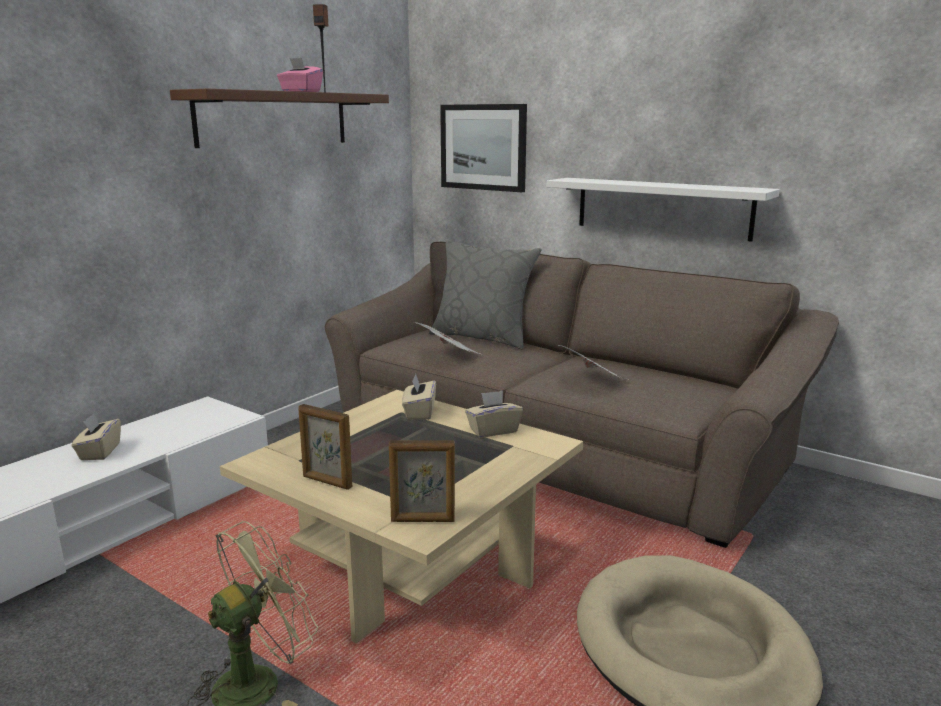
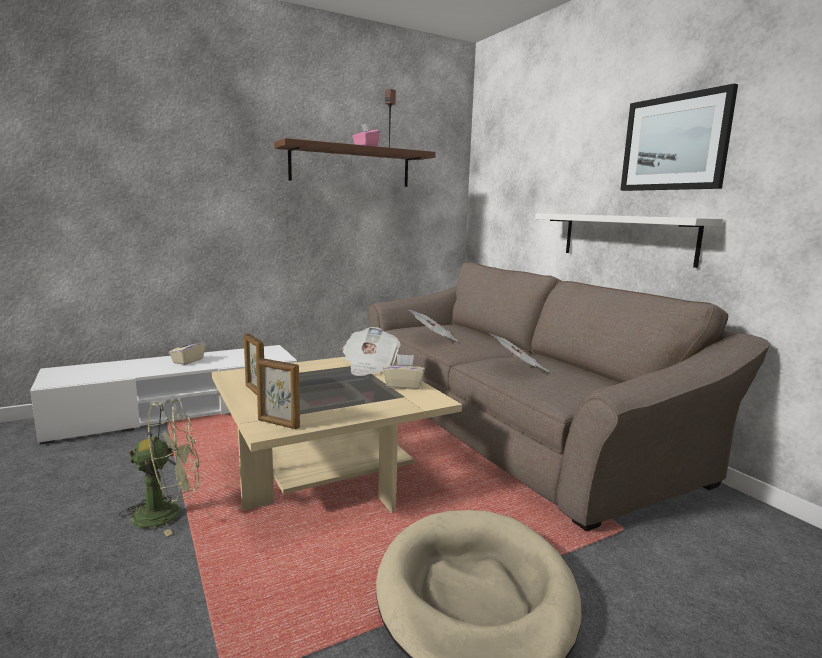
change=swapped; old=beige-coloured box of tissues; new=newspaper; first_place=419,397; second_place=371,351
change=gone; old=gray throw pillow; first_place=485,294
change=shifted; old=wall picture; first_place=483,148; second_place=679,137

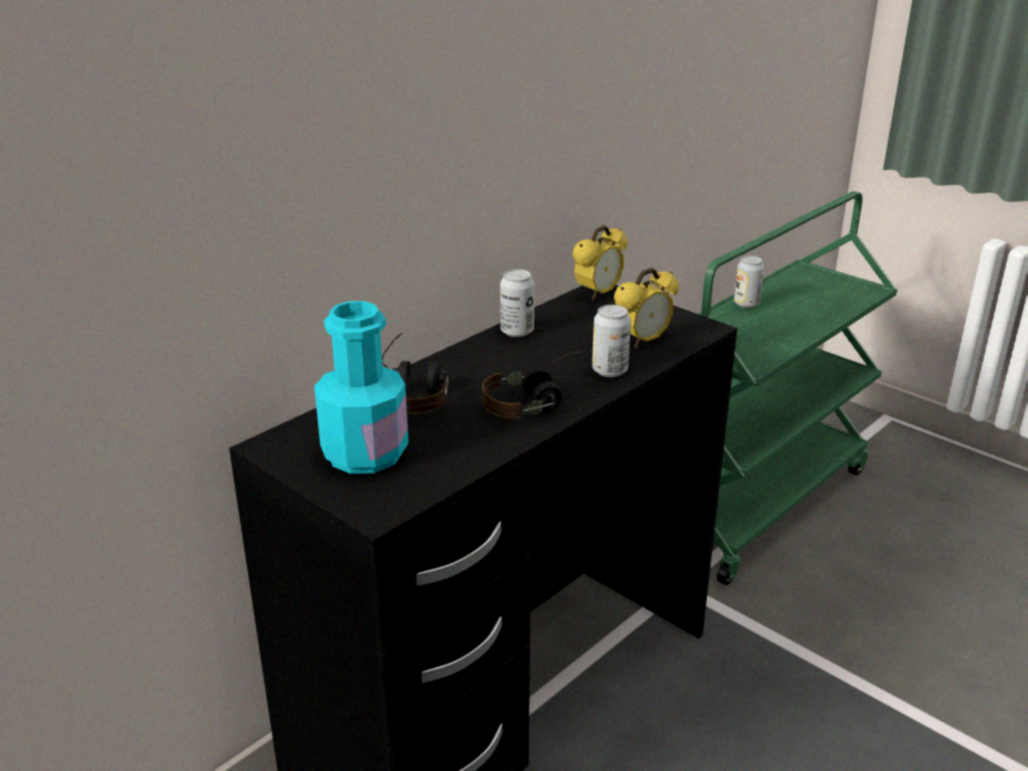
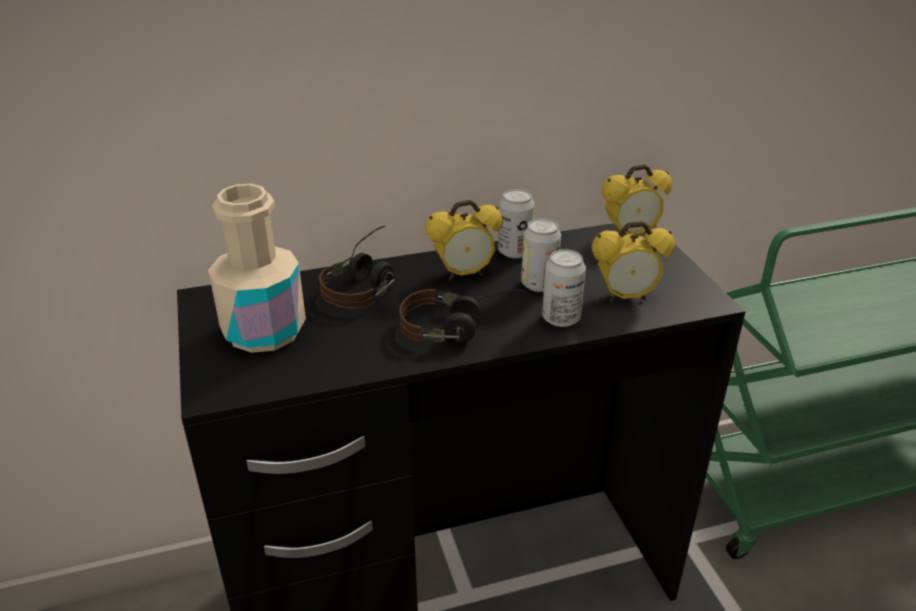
change=repainted; old=turquoise-coloured drink bottle; new=beige-coloured drink bottle; first_place=361,387; second_place=257,268
change=shifted; old=metal can; first_place=749,282; second_place=541,255
change=new; new=bedside clock; second_place=464,240

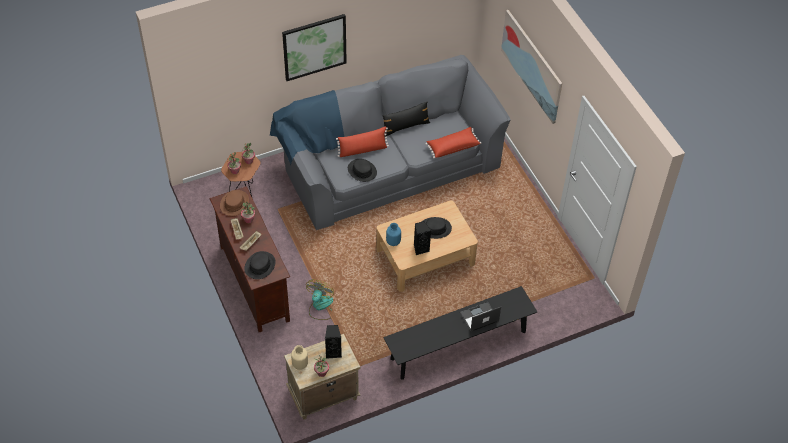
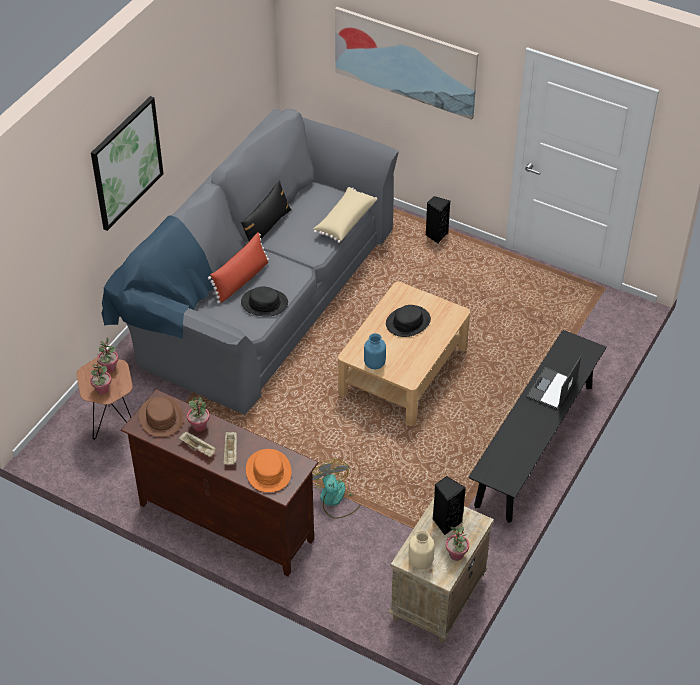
change=repainted; old=black-coloured clothing hat; new=orange clothing hat; first_place=260,265; second_place=268,470
change=shifted; old=black-coloured loudspeaker; first_place=422,238; second_place=438,220
change=repainted; old=red throw pillow; new=beige-coloured throw pillow; first_place=453,142; second_place=345,215

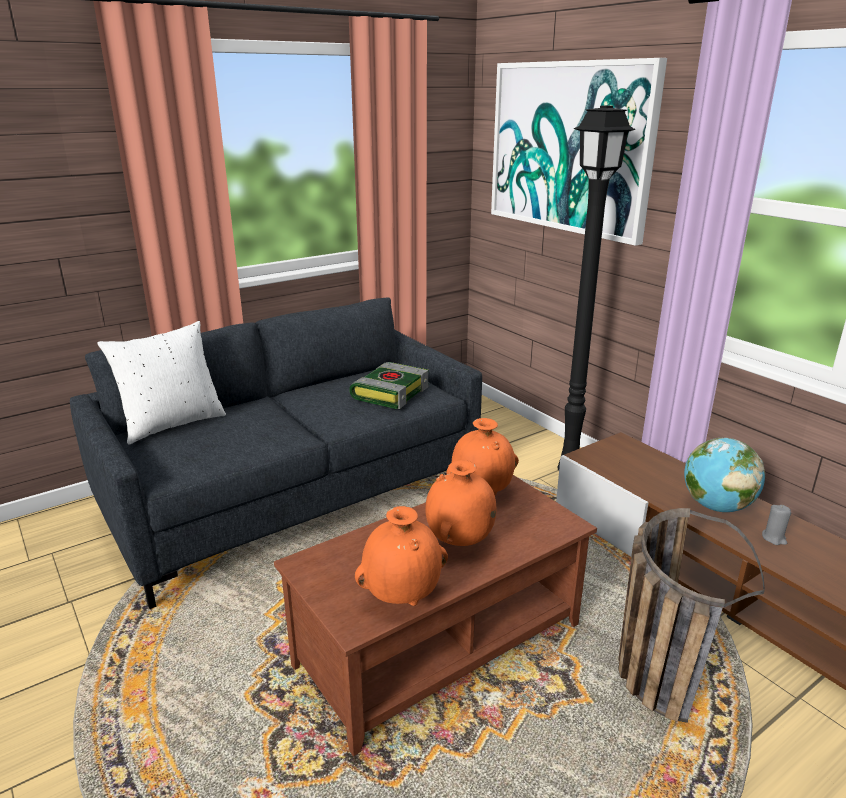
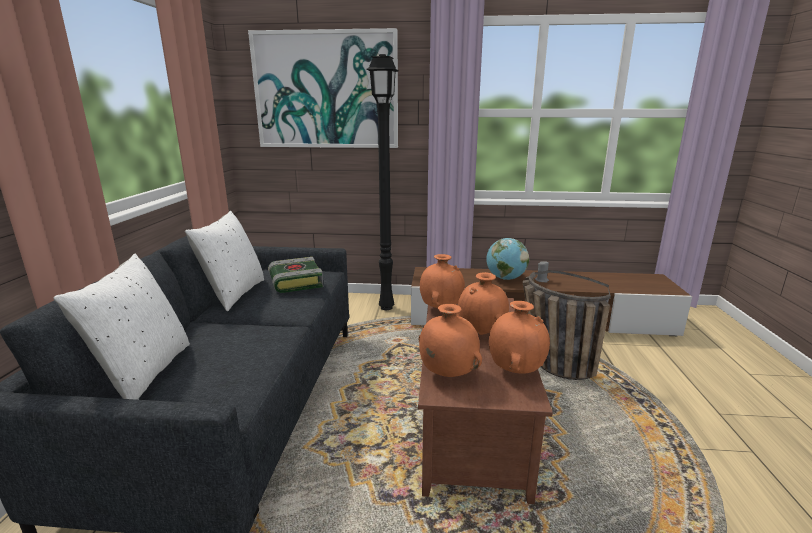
change=new; new=whitish throw pillow; second_place=224,261
change=new; new=orange vase; second_place=450,340

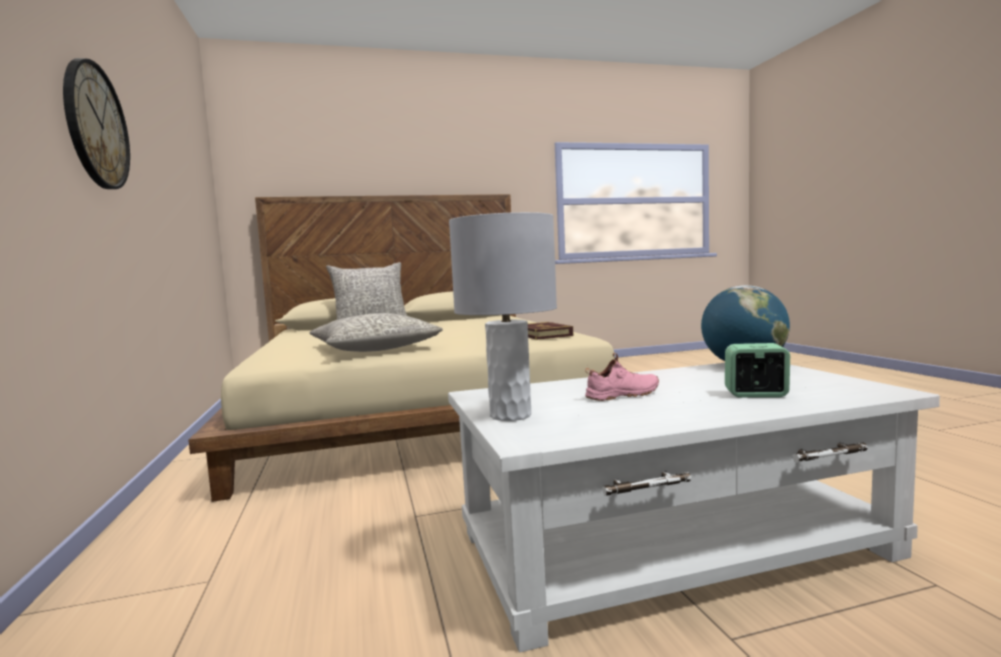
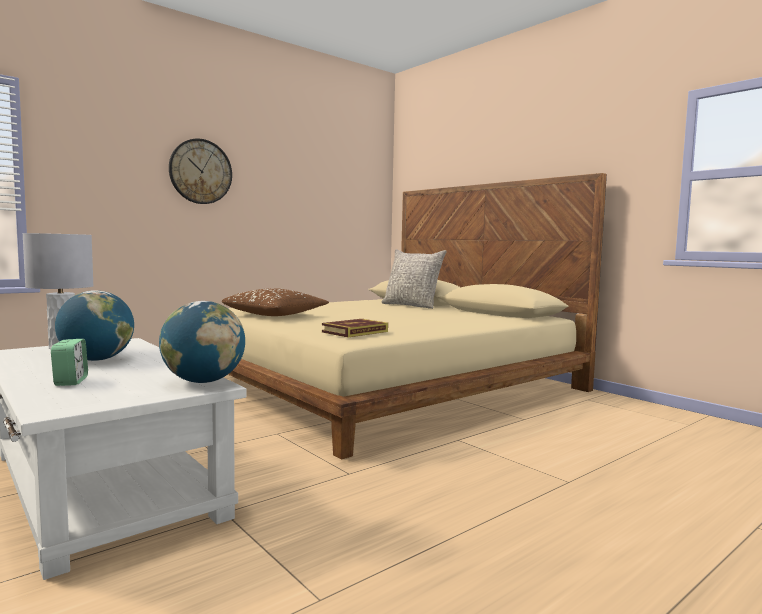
change=repainted; old=gray throw pillow; new=brownish throw pillow; first_place=376,332; second_place=275,302
change=swapped; old=pink-coloured shoe; new=globe; first_place=622,377; second_place=94,325

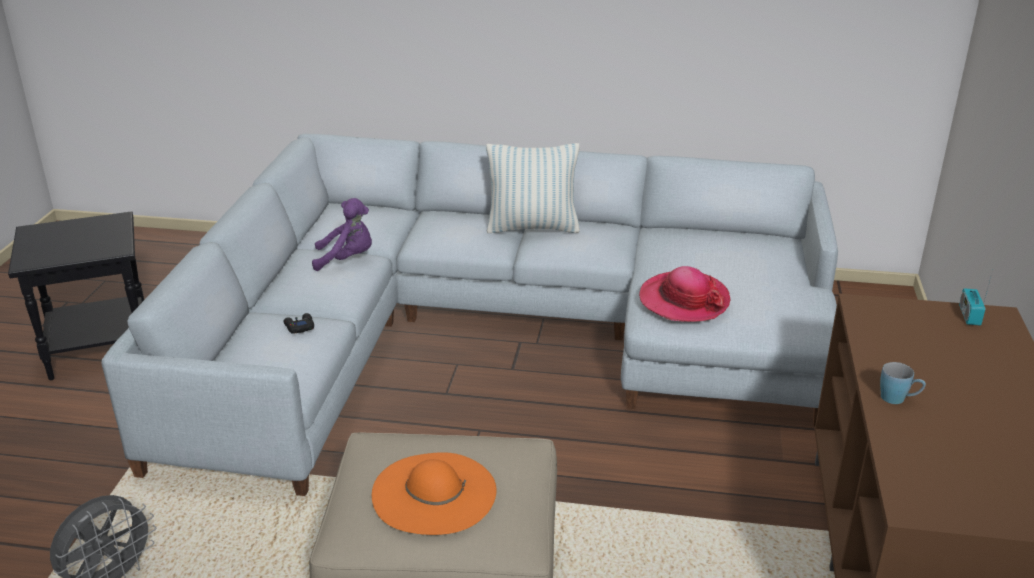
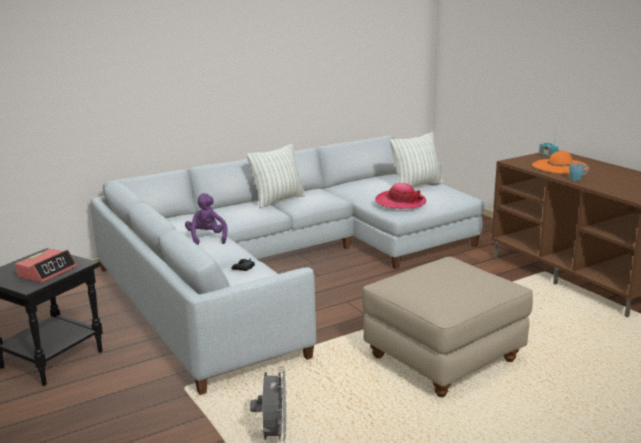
change=rotated; old=purple cuddly toy; first_place=342,234; second_place=206,219; degrees=-60
change=shifted; old=orange clothing hat; first_place=434,493; second_place=560,162
change=new; new=bedside clock; second_place=46,266
change=new; new=throw pillow; second_place=416,159

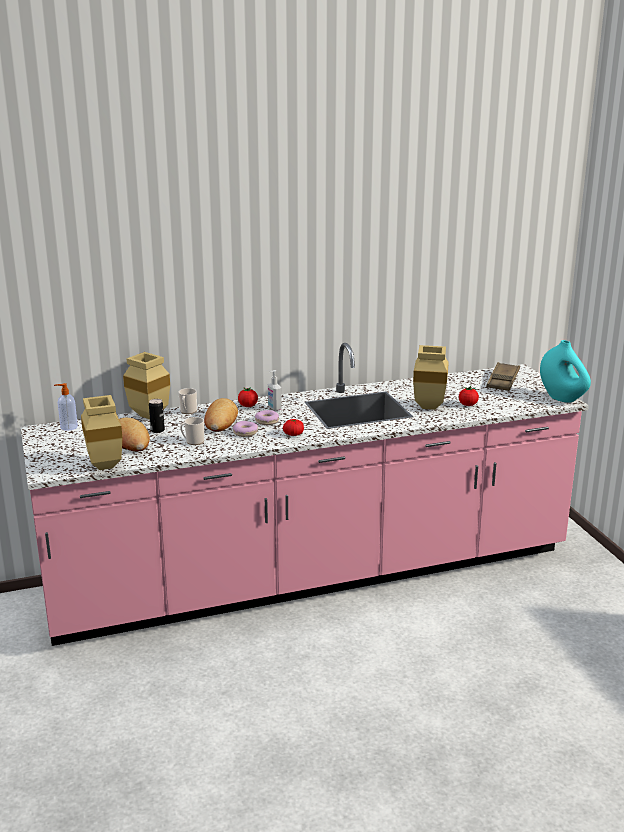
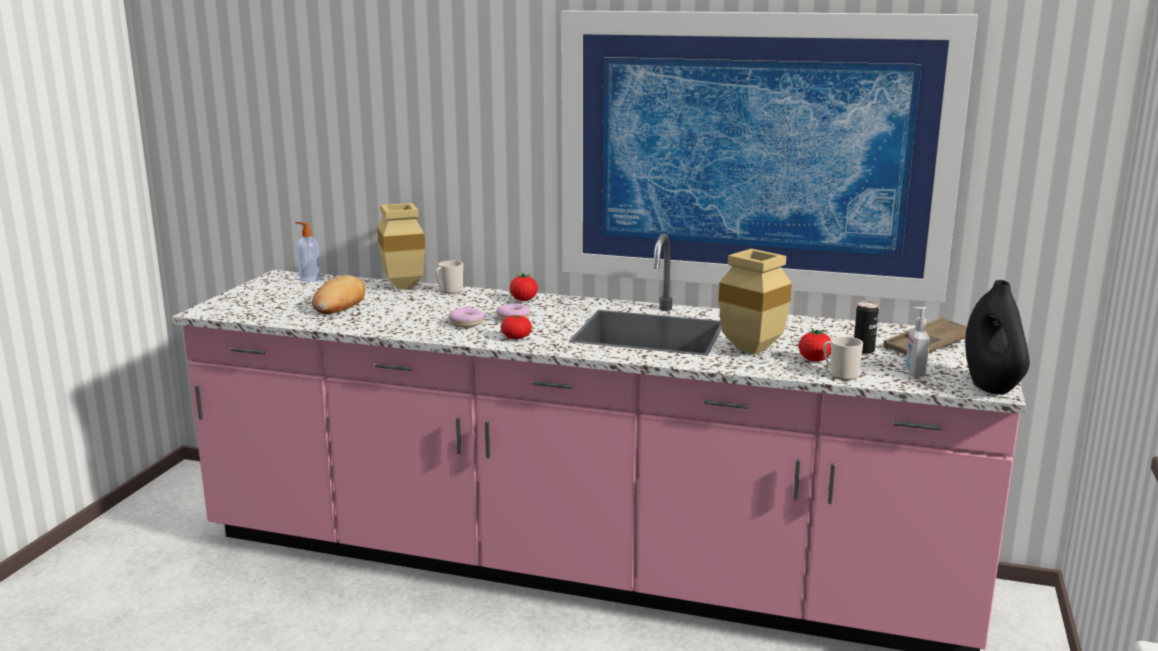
change=gone; old=beige-coloured vase; first_place=101,432
change=shifted; old=metal can; first_place=157,416; second_place=866,328
change=shifted; old=tea mug; first_place=192,431; second_place=843,358
change=gone; old=bakery bread; first_place=221,415
change=shifted; old=liquid soap bottle; first_place=275,390; second_place=918,342
change=repainted; old=turquoise-coloured vase; new=black-coloured vase; first_place=565,371; second_place=997,337
change=new; new=wall picture; second_place=769,157

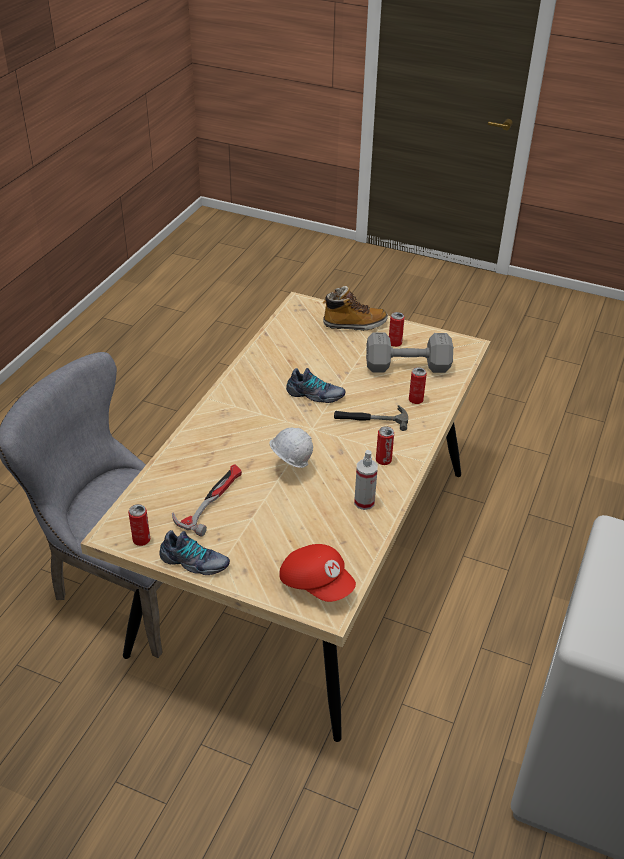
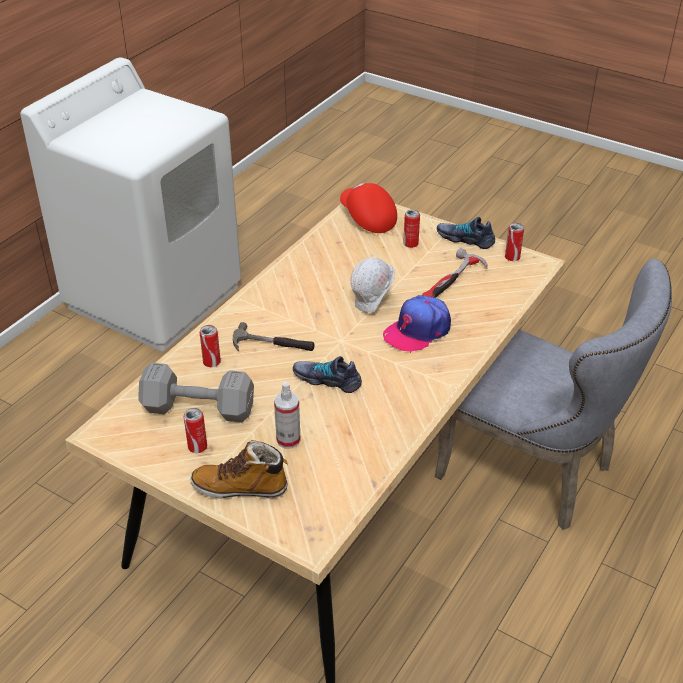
change=shifted; old=hand sprayer; first_place=366,480; second_place=287,415
change=shifted; old=metal can; first_place=385,445; second_place=411,229
change=new; new=cap; second_place=417,324

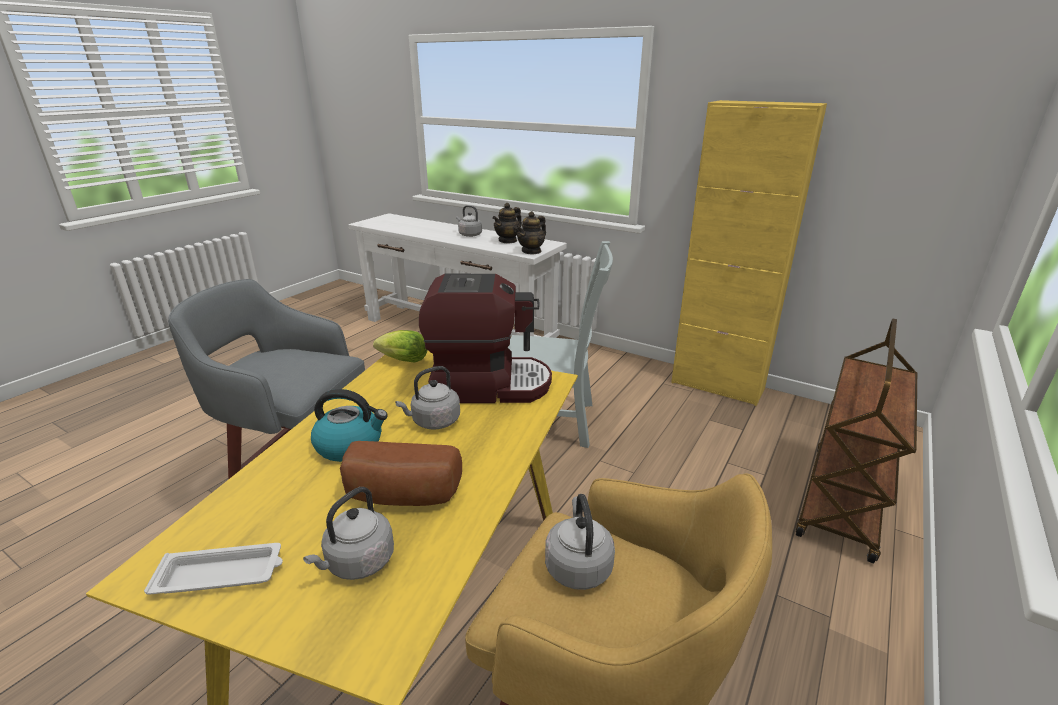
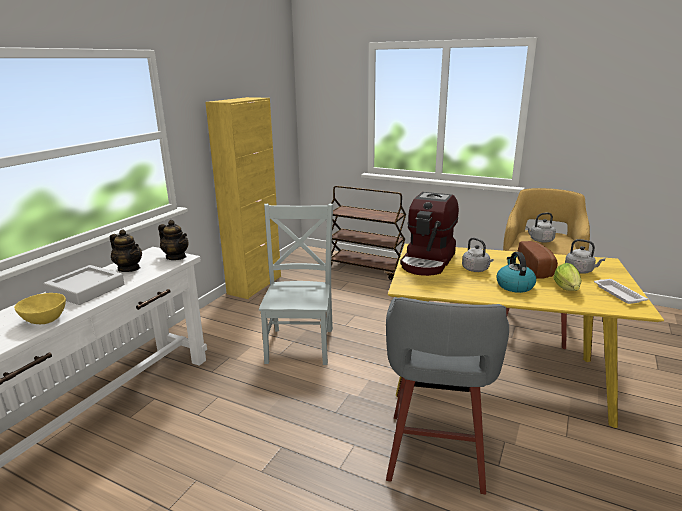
change=shifted; old=head of lettuce; first_place=400,346; second_place=567,277
change=rotated; old=coffee brewer; first_place=485,338; second_place=429,234; degrees=-150
change=swapped; old=gray tea kettle; new=gray tray; first_place=469,221; second_place=84,285
change=new; new=yellow deep dish; second_place=40,308

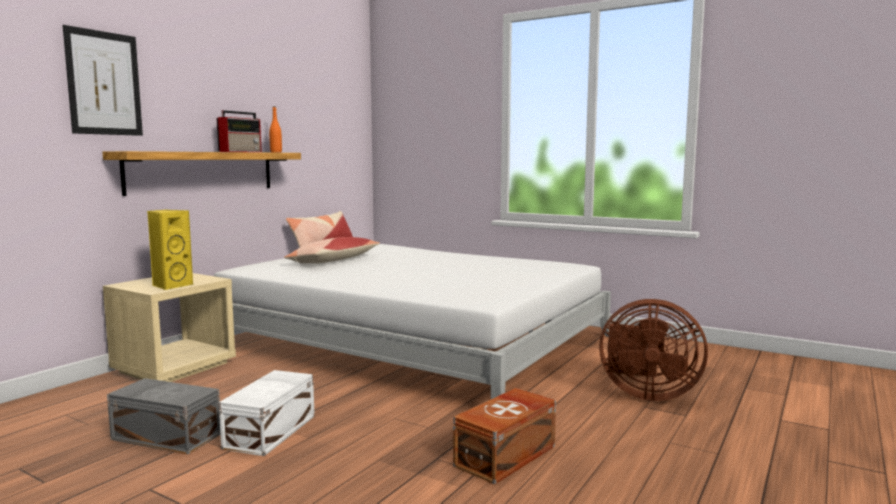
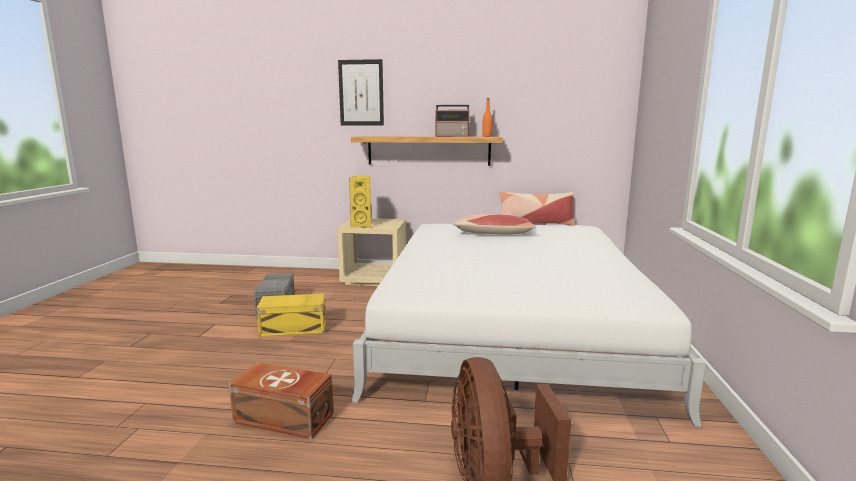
change=repainted; old=whitish storage container; new=yellow storage container; first_place=267,413; second_place=291,315

